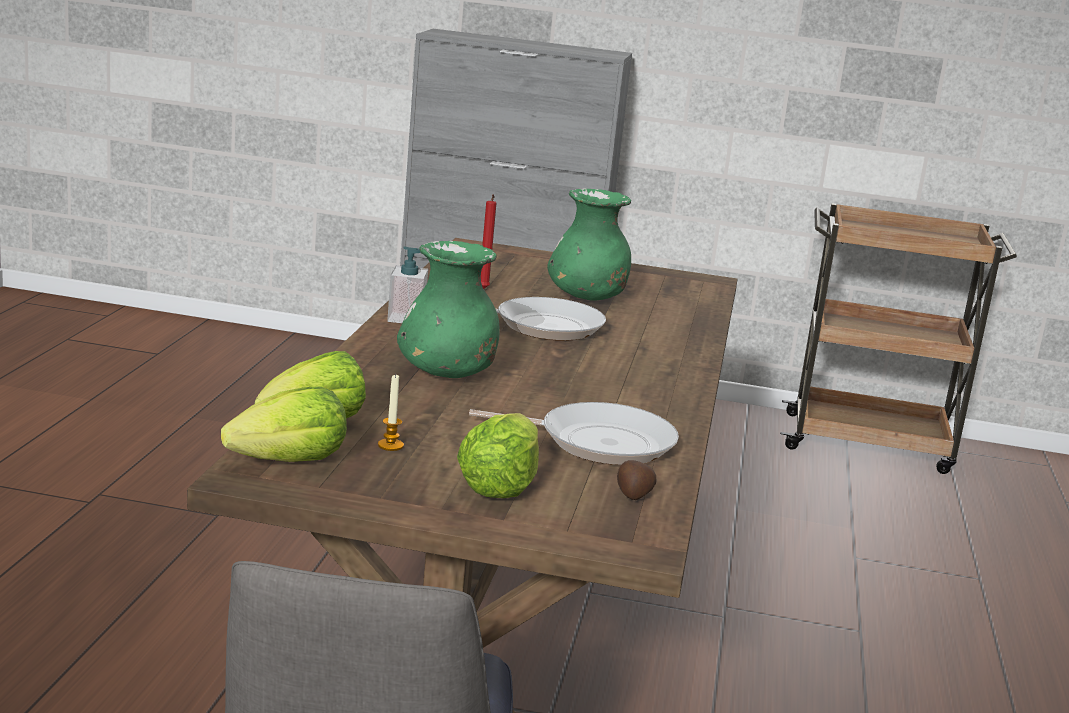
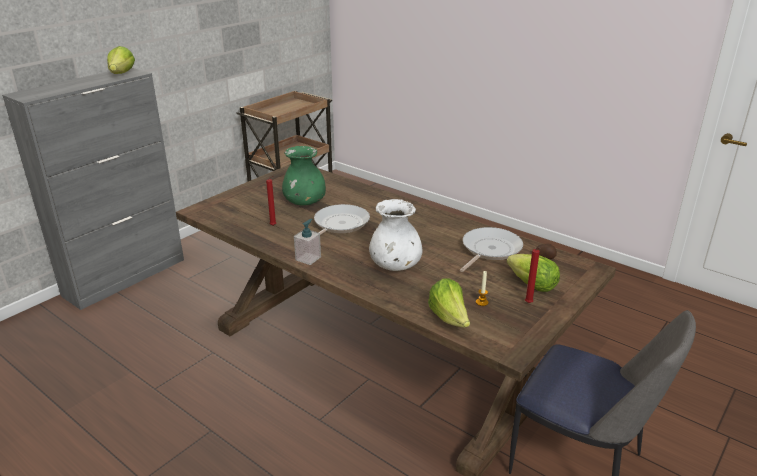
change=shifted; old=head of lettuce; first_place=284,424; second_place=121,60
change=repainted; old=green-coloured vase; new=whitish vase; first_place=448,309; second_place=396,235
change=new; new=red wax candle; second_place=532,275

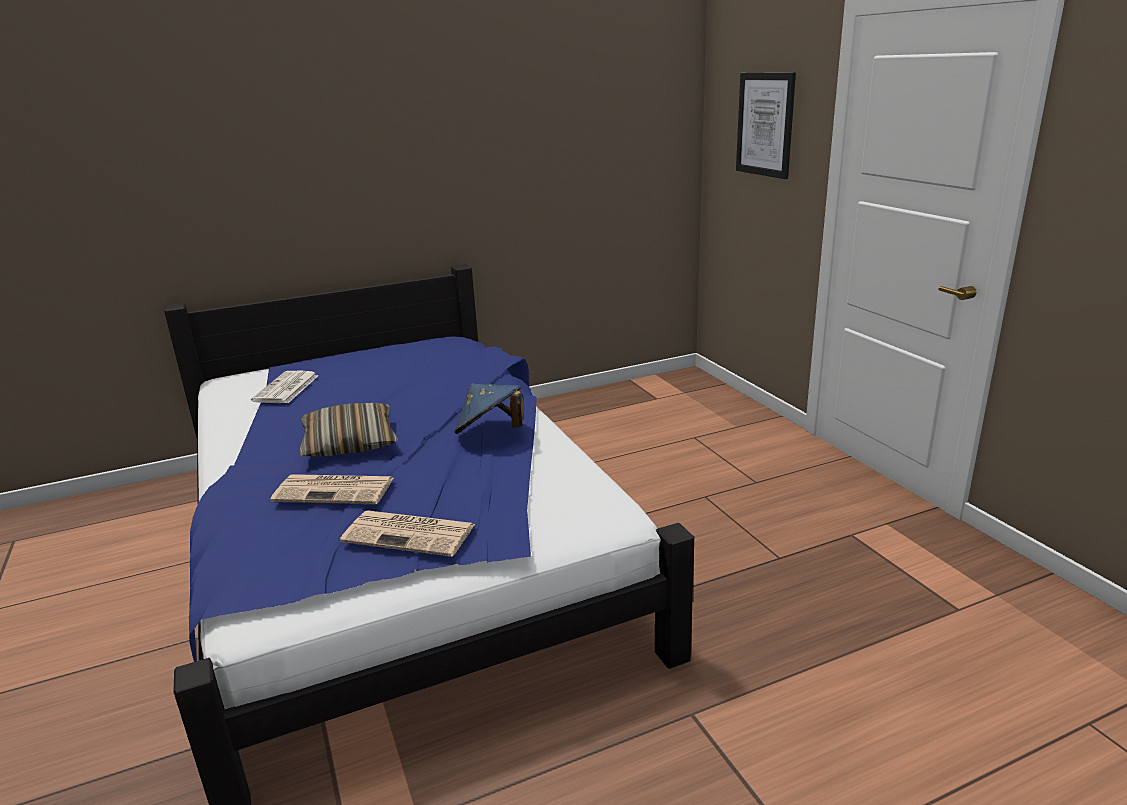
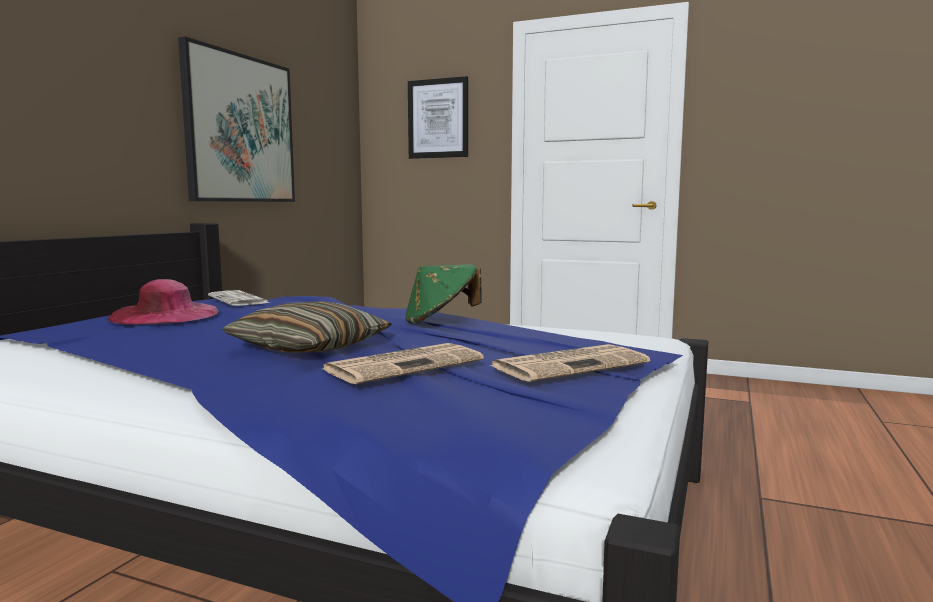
change=shifted; old=newspaper; first_place=285,387; second_place=239,298
change=repainted; old=blue clothing hat; new=green-coloured clothing hat; first_place=489,408; second_place=443,294
change=new; new=pink-coloured clothing hat; second_place=163,301
change=new; new=wall picture; second_place=236,119

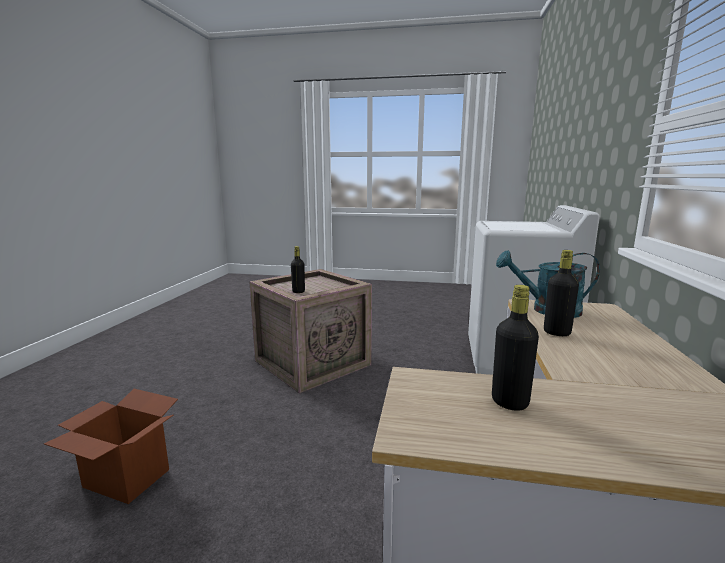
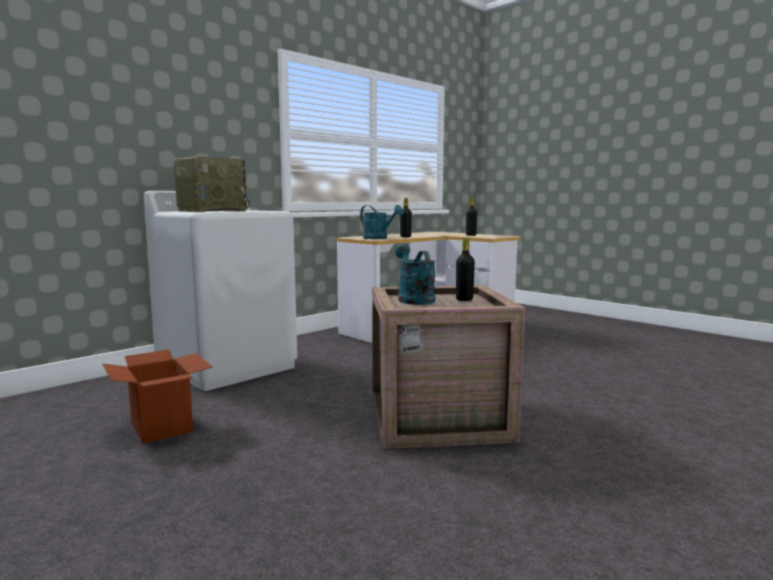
change=shifted; old=packing box; first_place=111,446; second_place=157,397
change=new; new=radio; second_place=212,184
change=new; new=turquoise-coloured watering can; second_place=415,275

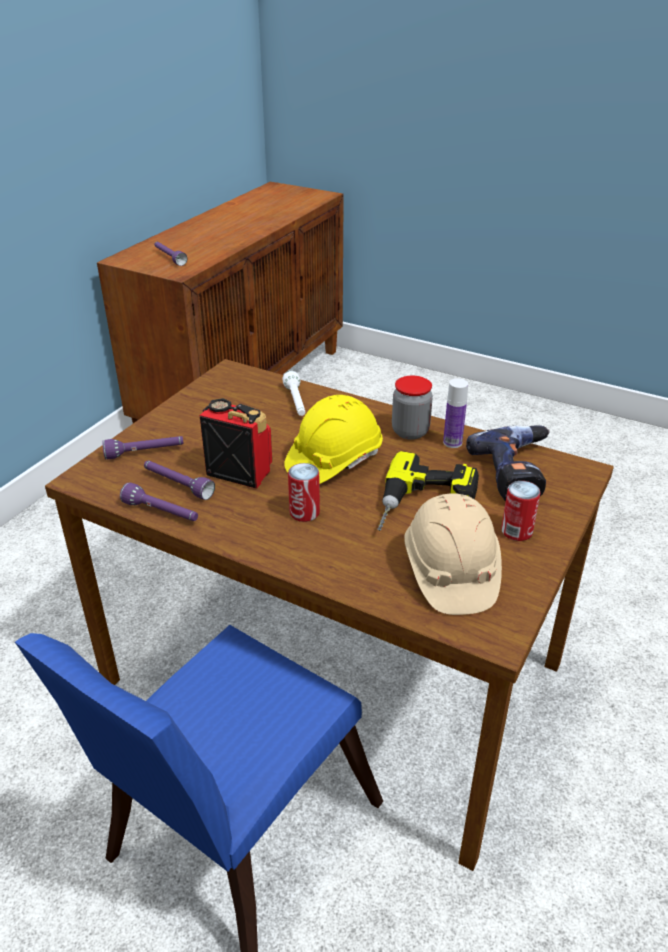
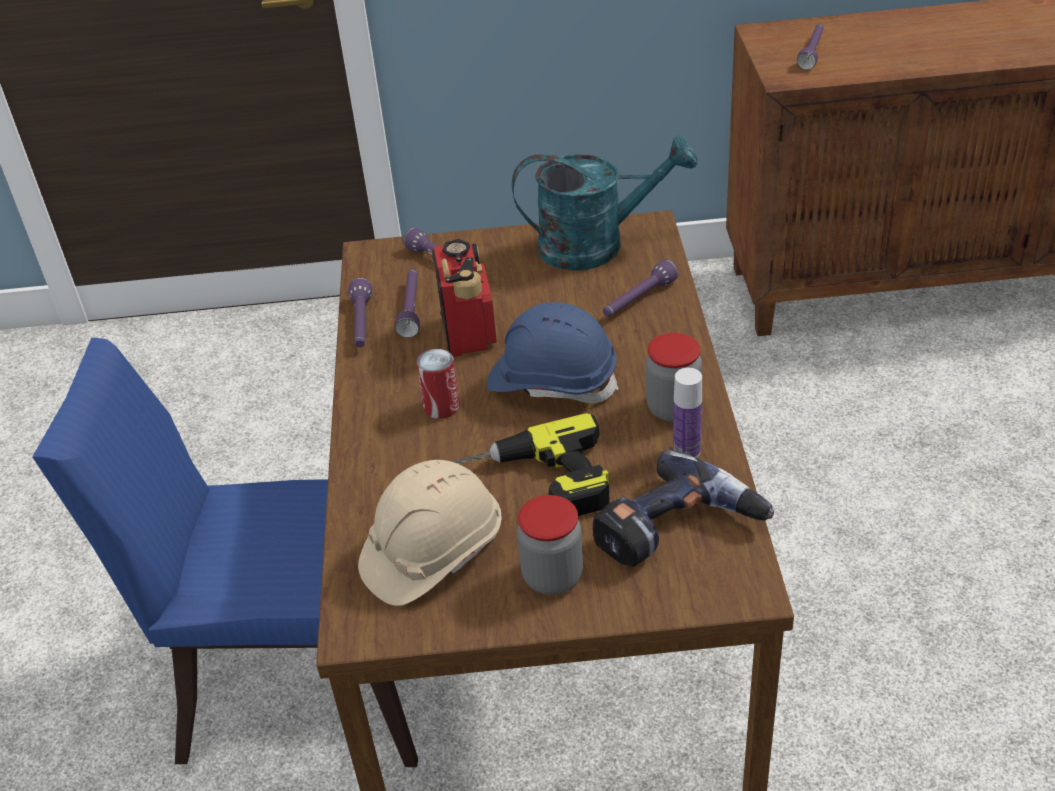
change=repainted; old=whitish hand torch; new=purple hand torch; first_place=294,393; second_place=641,288
change=repainted; old=yellow hard hat; new=blue hard hat; first_place=333,439; second_place=553,352
change=swapped; old=metal can; new=storage jar; first_place=520,511; second_place=550,545
change=new; new=turquoise-coloured watering can; second_place=604,203

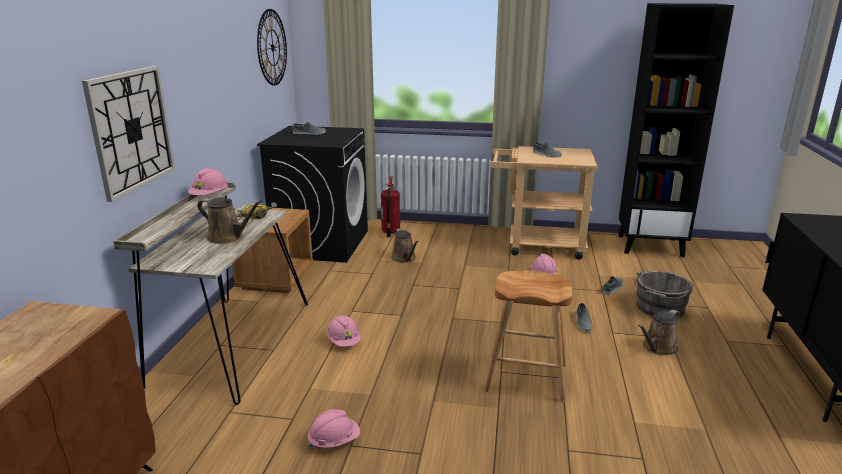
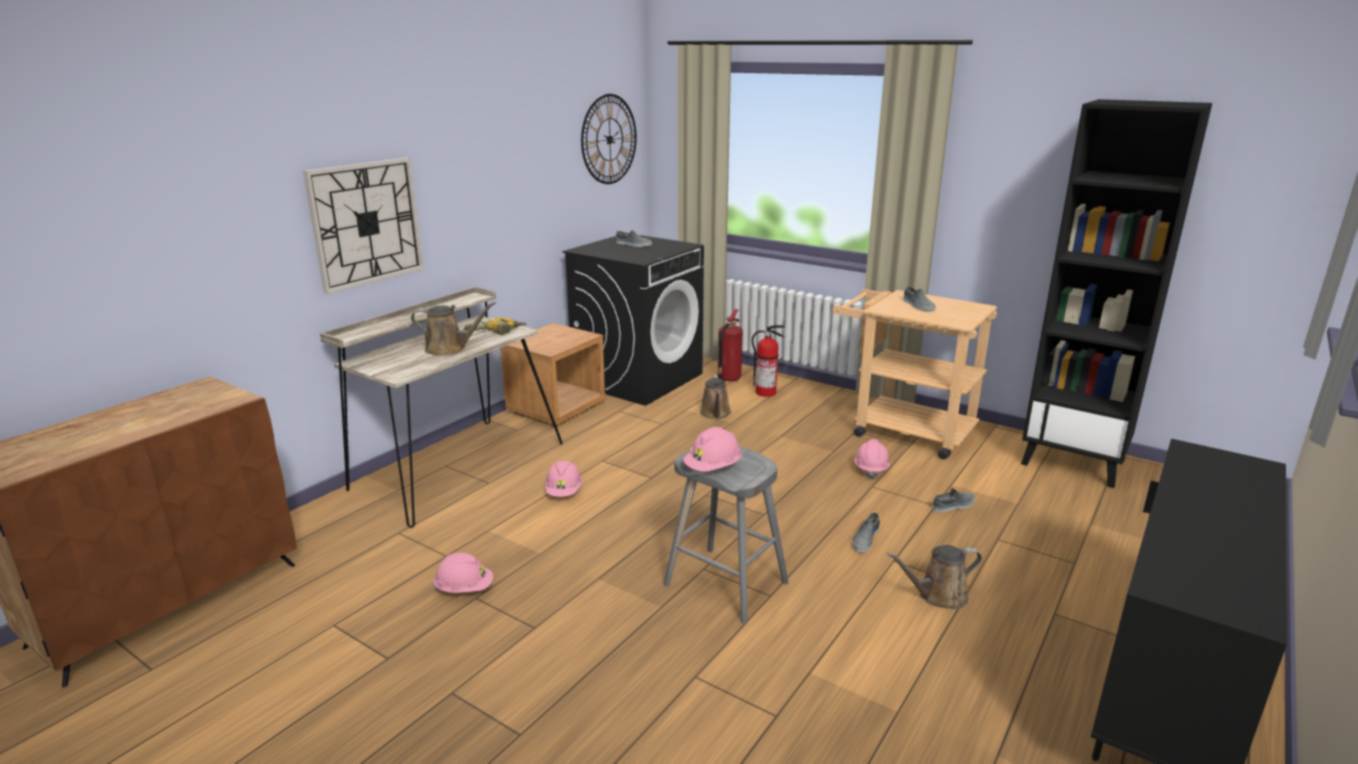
change=shifted; old=pink-coloured hard hat; first_place=208,181; second_place=712,449
change=rotated; old=brownish watering can; first_place=230,221; second_place=453,329; degrees=-45
change=repainted; old=brownish stool; new=gray stool; first_place=528,336; second_place=726,534
change=gone; old=gray bucket; first_place=664,293
change=new; new=fire-fighting cylinder; second_place=768,361

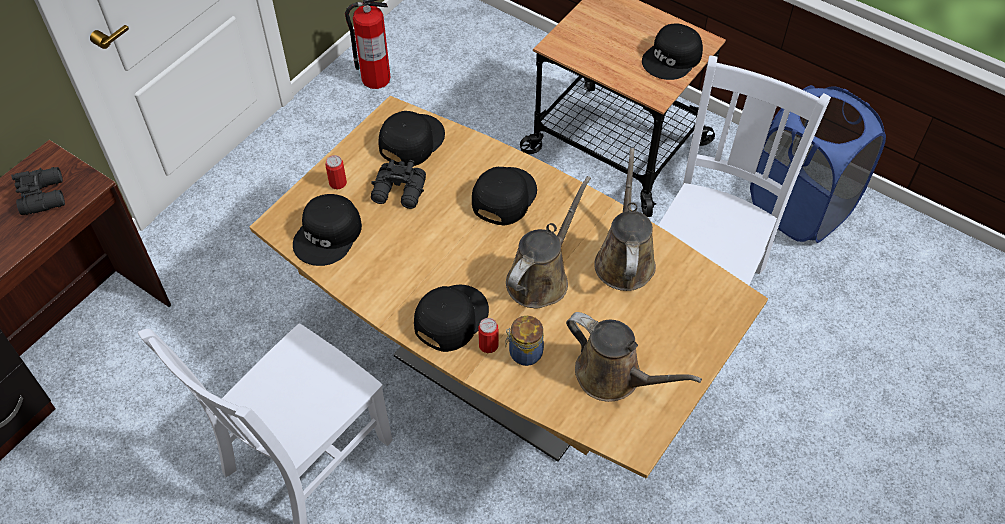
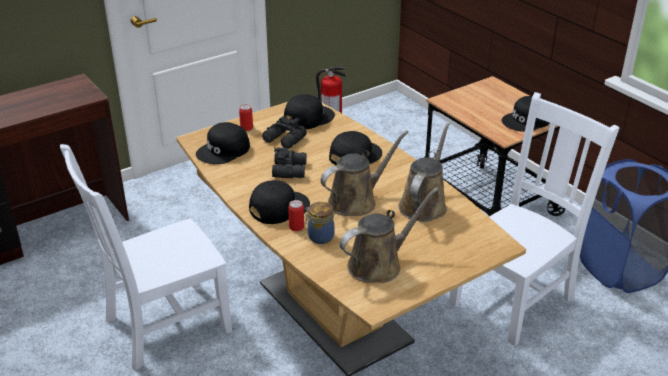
change=shifted; old=black-coloured field glasses; first_place=38,191; second_place=289,162
change=rotated; old=brownish watering can; first_place=634,357; second_place=389,235; degrees=-90

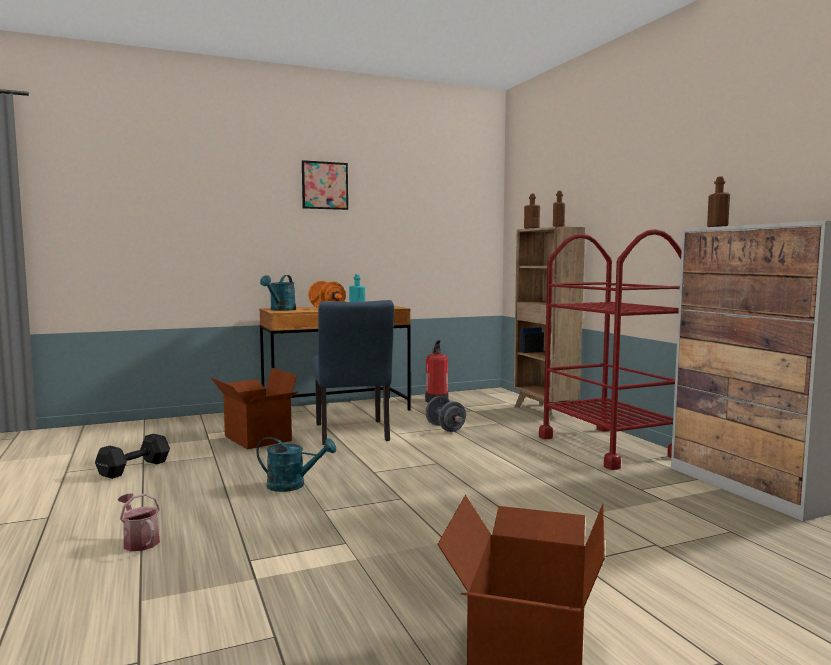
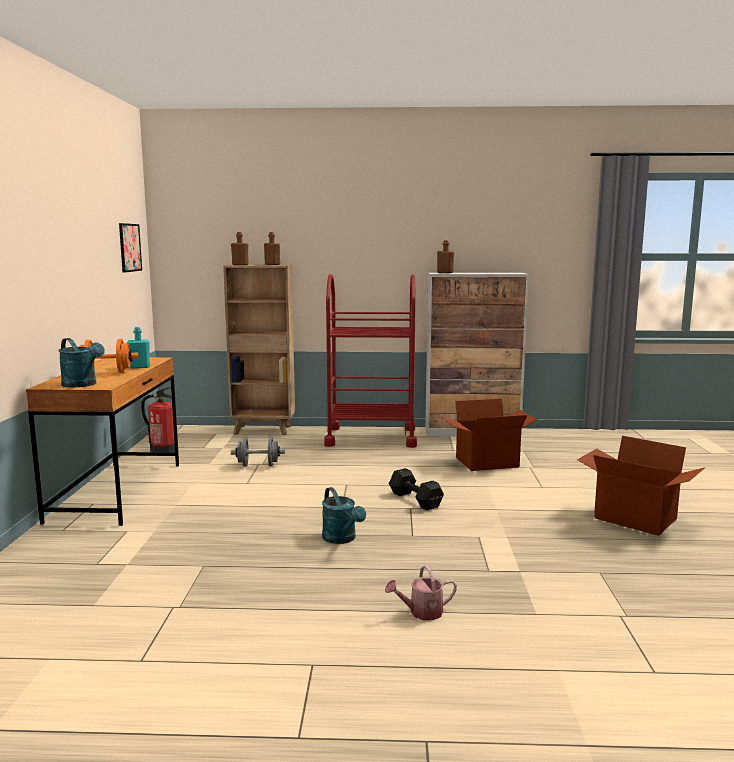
change=shifted; old=black-coloured hand weight; first_place=132,456; second_place=416,489
change=shifted; old=packing box; first_place=254,409; second_place=489,435
change=rotated; old=turquoise-coloured watering can; first_place=296,464; second_place=344,515; degrees=120
change=shifted; old=wall picture; first_place=325,185; second_place=130,248
change=gone; old=blue plain chair; first_place=353,372

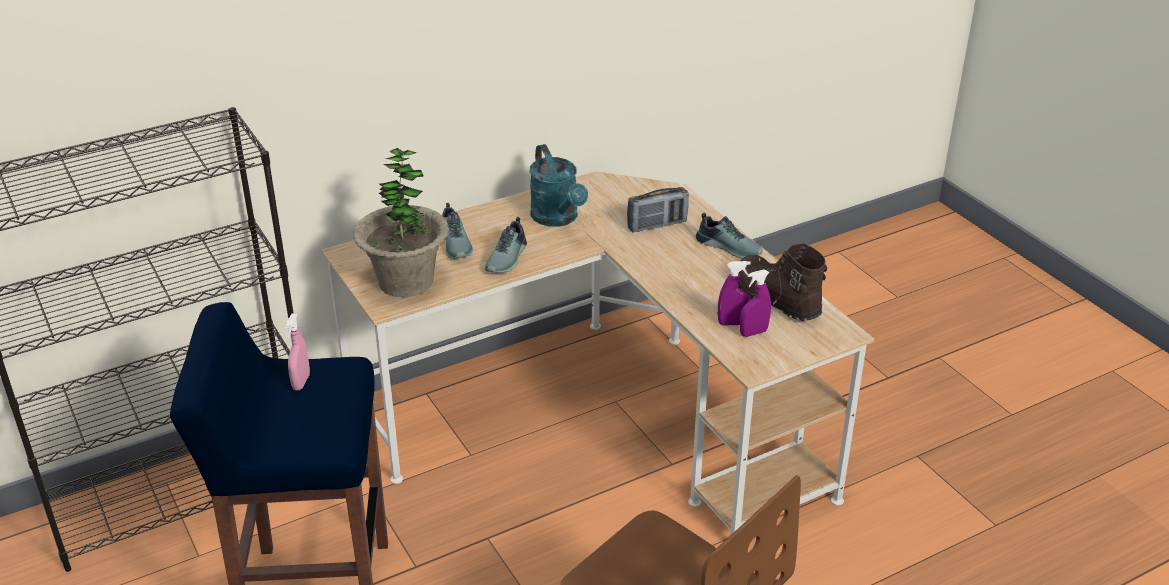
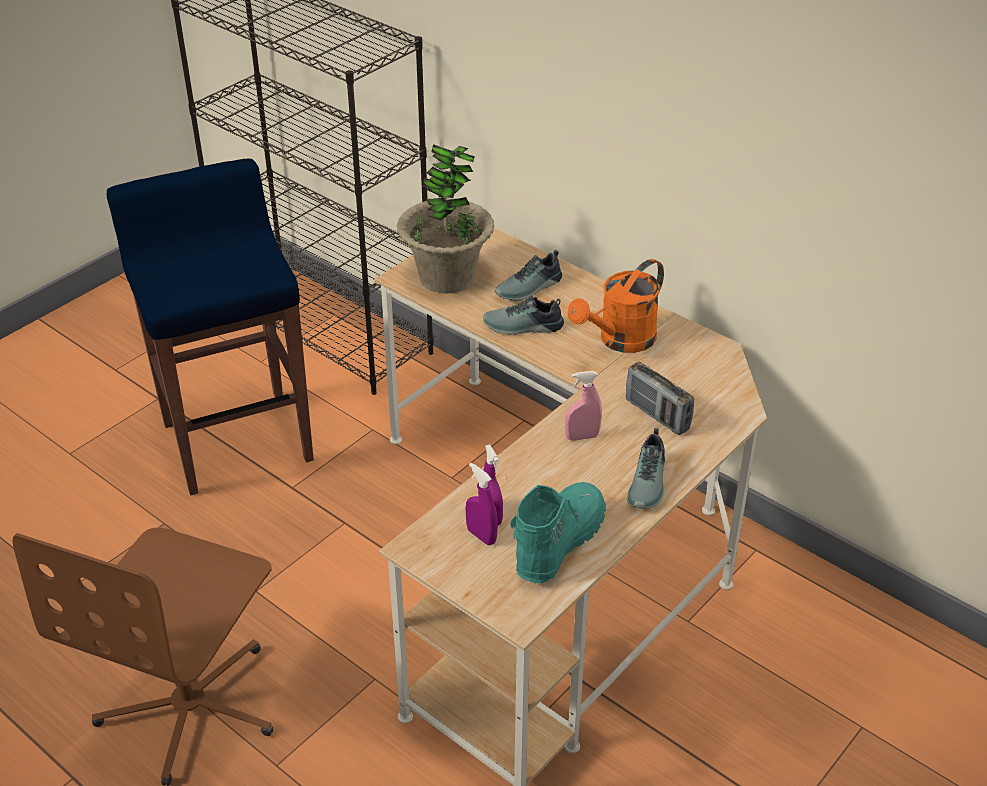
change=shifted; old=pink-coloured hand sprayer; first_place=297,351; second_place=583,406
change=repainted; old=turquoise-coloured watering can; new=orange watering can; first_place=559,185; second_place=616,306
change=repainted; old=brownish tall boot; new=turquoise-coloured tall boot; first_place=782,282; second_place=558,532

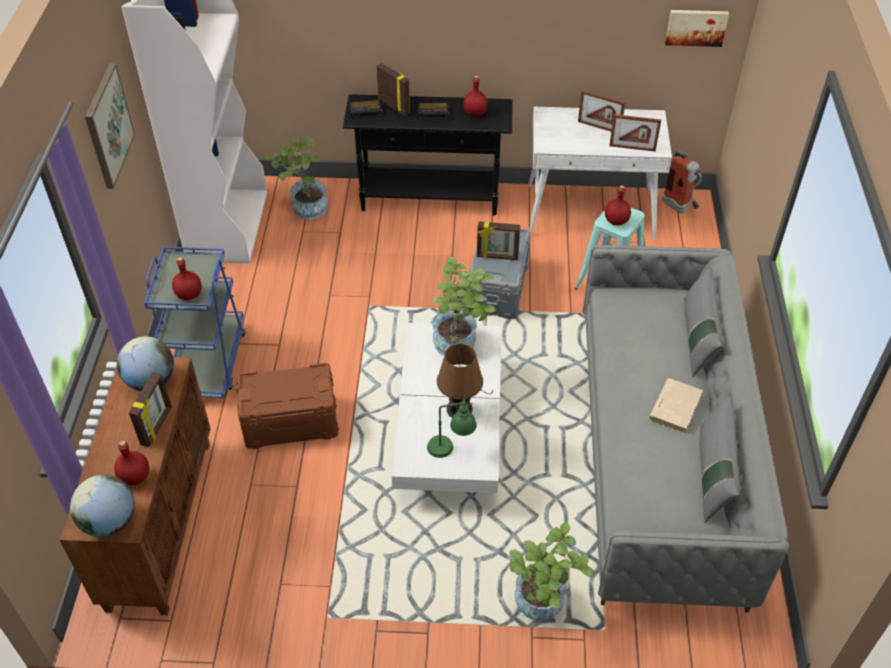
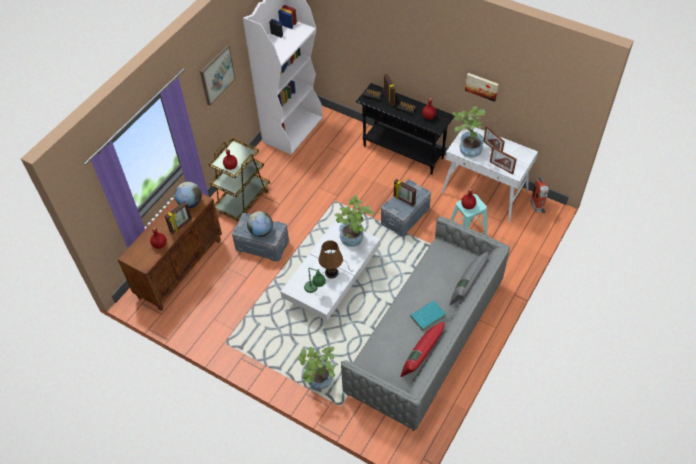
change=shifted; old=globe; first_place=102,506; second_place=260,224
change=repainted; old=blue cart; new=brownish cart; first_place=195,322; second_place=239,179
change=repainted; old=brownish storage container; new=gray storage container; first_place=288,406; second_place=260,237
change=shifted; old=houseplant; first_place=296,178; second_place=469,132
change=repainted; old=beige-coloured book; new=turquoise-coloured book; first_place=676,406; second_place=428,316
change=shifted; old=wall picture; first_place=697,28; second_place=482,87
change=repainted; old=gray throw pillow; new=red throw pillow; first_place=720,459; second_place=422,349

